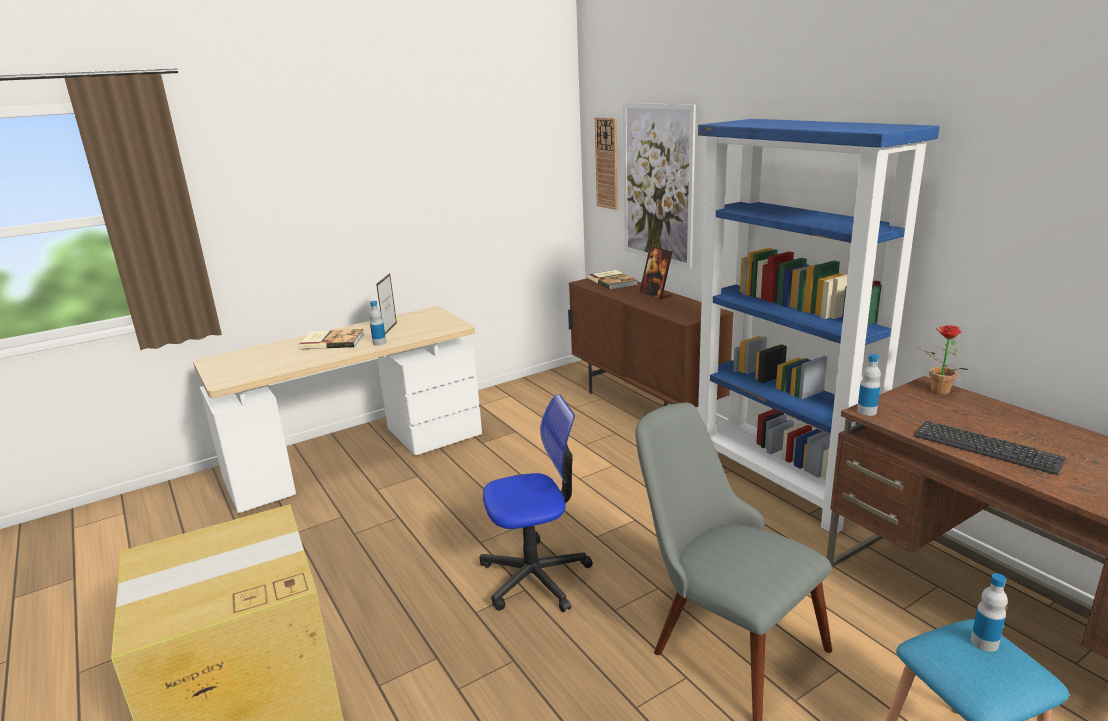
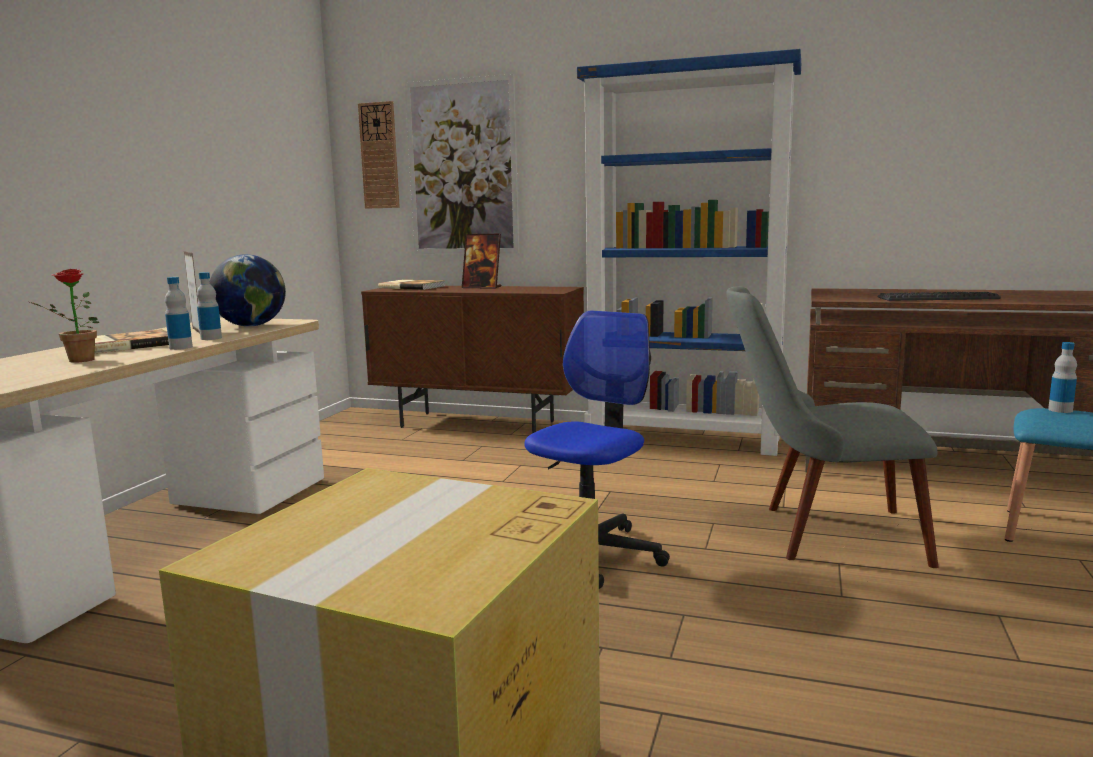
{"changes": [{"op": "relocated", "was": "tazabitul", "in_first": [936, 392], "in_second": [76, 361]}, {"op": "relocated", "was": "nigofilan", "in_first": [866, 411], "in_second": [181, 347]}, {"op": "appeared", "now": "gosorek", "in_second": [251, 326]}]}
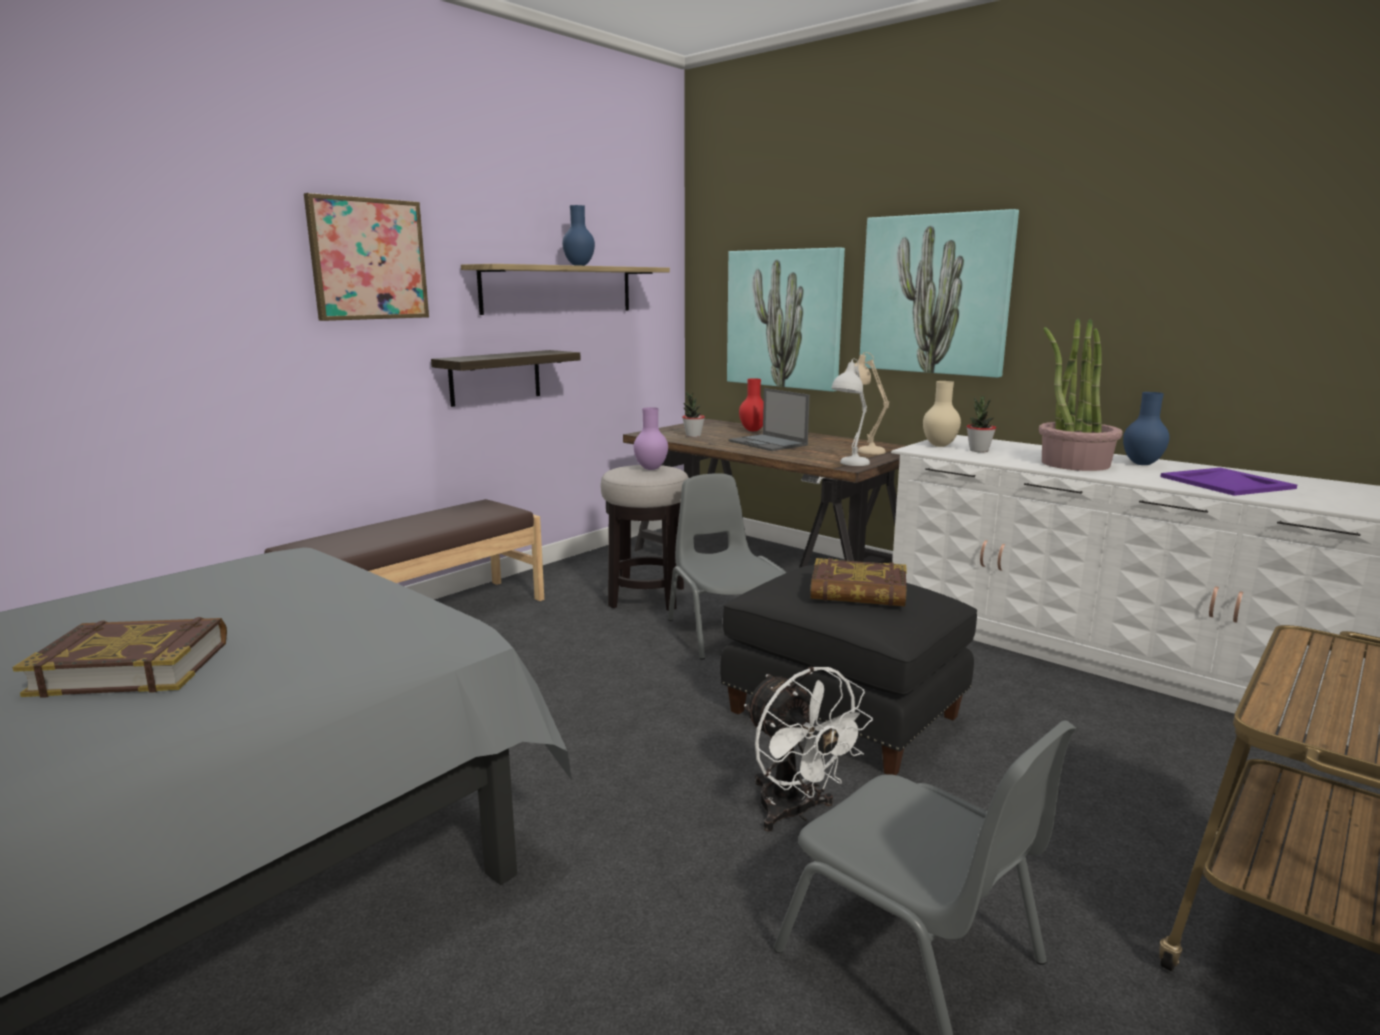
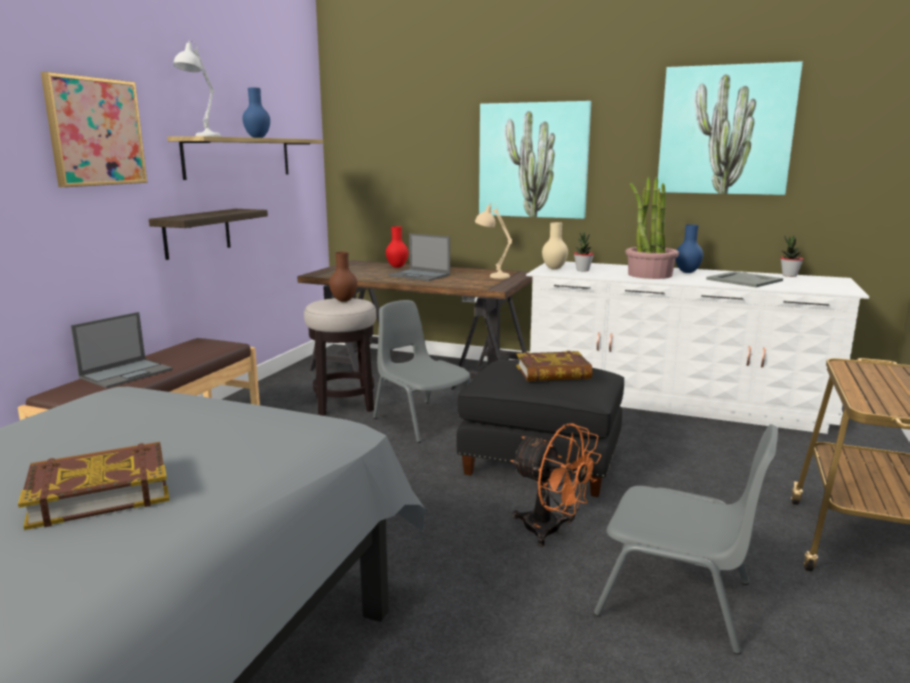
{"changes": [{"op": "relocated", "was": "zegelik", "in_first": [784, 319], "in_second": [725, 130]}, {"op": "relocated", "was": "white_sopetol", "in_first": [848, 465], "in_second": [201, 136]}, {"op": "relocated", "was": "tazabitul", "in_first": [693, 436], "in_second": [789, 275]}, {"op": "colour", "was": "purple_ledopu", "now": "brown_ledopu", "in_first": [652, 469], "in_second": [344, 300]}, {"op": "colour", "was": "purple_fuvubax", "now": "grey_fuvubax", "in_first": [1225, 482], "in_second": [743, 280]}, {"op": "colour", "was": "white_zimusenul", "now": "orange_zimusenul", "in_first": [795, 812], "in_second": [551, 531]}, {"op": "appeared", "now": "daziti", "in_second": [127, 373]}]}
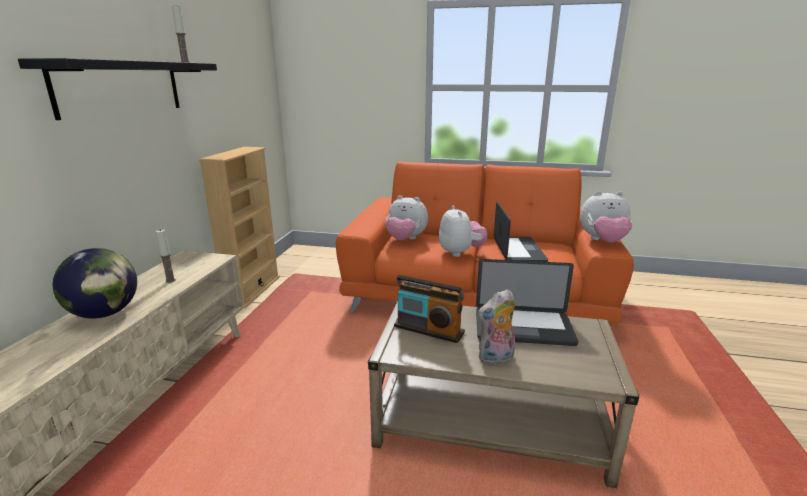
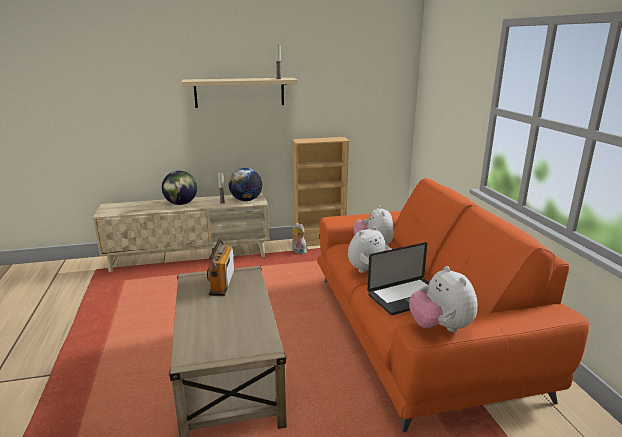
{"changes": [{"op": "colour", "was": "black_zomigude", "now": "beige_zomigude", "in_first": [121, 87], "in_second": [239, 92]}, {"op": "missing", "was": "daziti", "in_first": [523, 328]}, {"op": "relocated", "was": "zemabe", "in_first": [496, 358], "in_second": [298, 252]}, {"op": "appeared", "now": "gosorek", "in_second": [246, 200]}]}
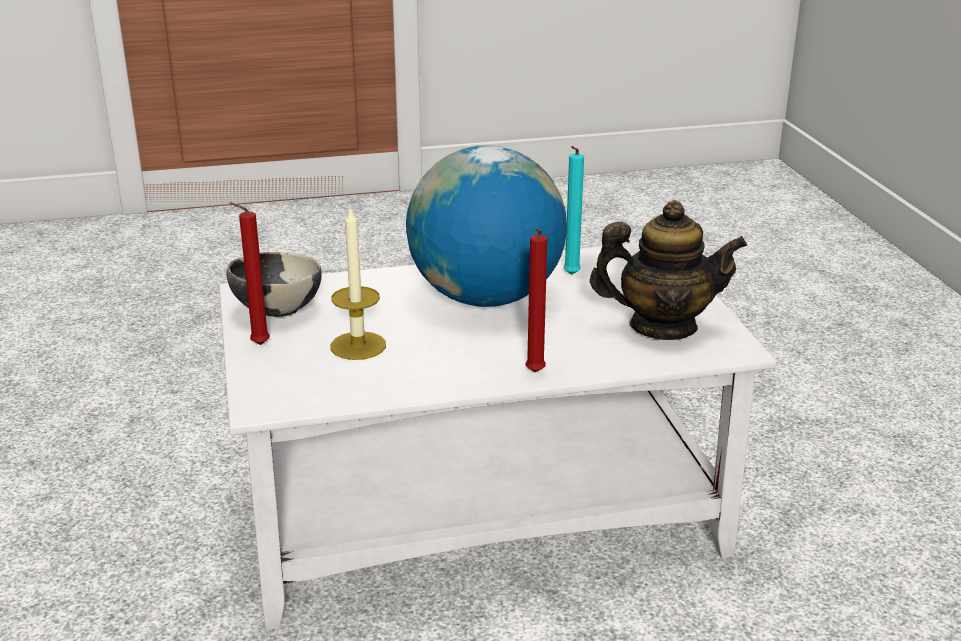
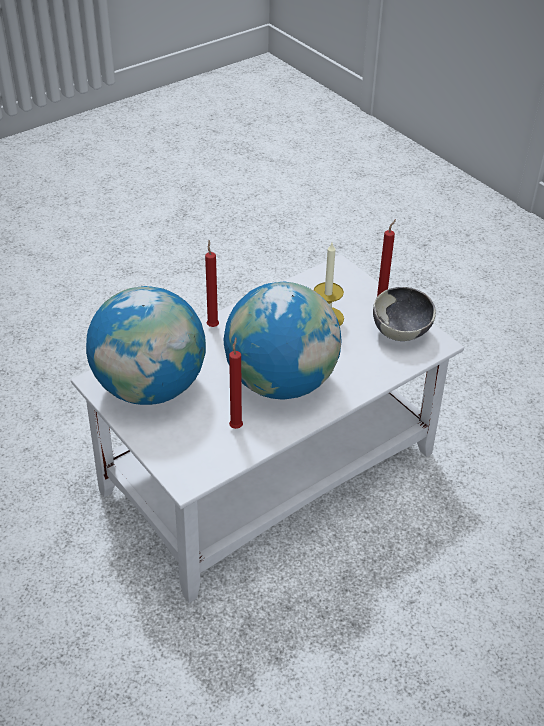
{"changes": [{"op": "colour", "was": "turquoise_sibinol", "now": "red_sibinol", "in_first": [570, 275], "in_second": [236, 426]}, {"op": "exchanged", "was": "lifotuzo", "now": "gosorek", "in_first": [662, 326], "in_second": [150, 388]}]}
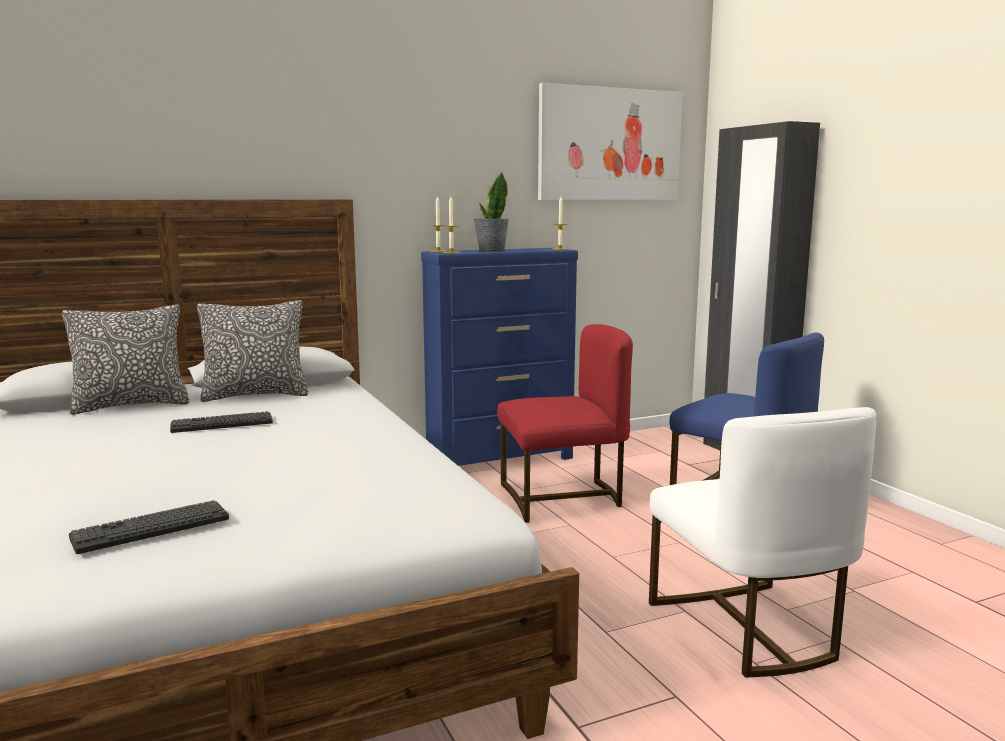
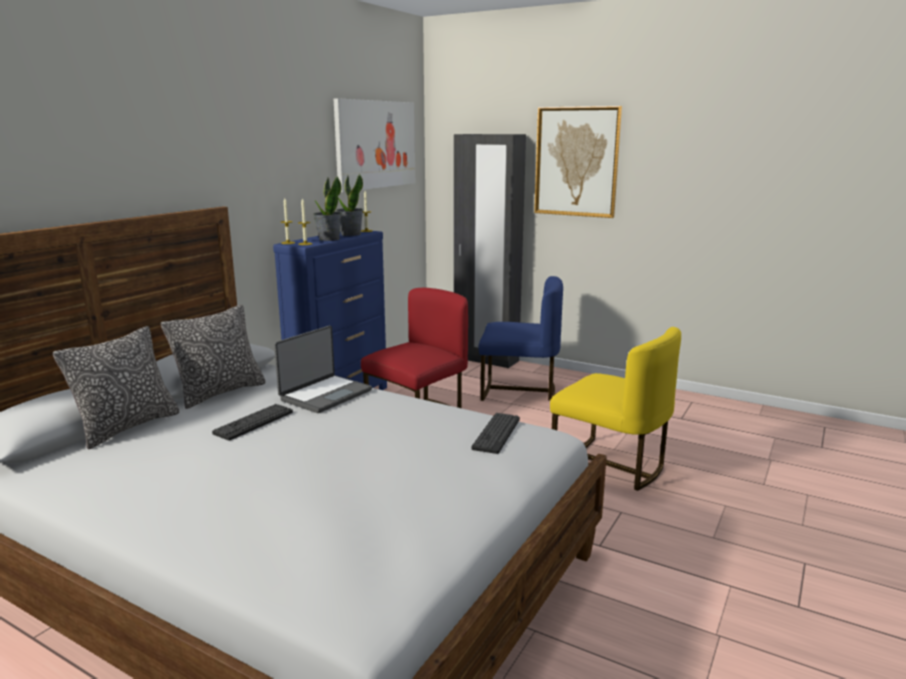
{"changes": [{"op": "colour", "was": "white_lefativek", "now": "yellow_lefativek", "in_first": [747, 629], "in_second": [610, 465]}, {"op": "relocated", "was": "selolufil", "in_first": [151, 528], "in_second": [496, 433]}, {"op": "appeared", "now": "zegelik", "in_second": [576, 162]}, {"op": "appeared", "now": "tazabitul", "in_second": [350, 234]}, {"op": "appeared", "now": "daziti", "in_second": [325, 395]}]}
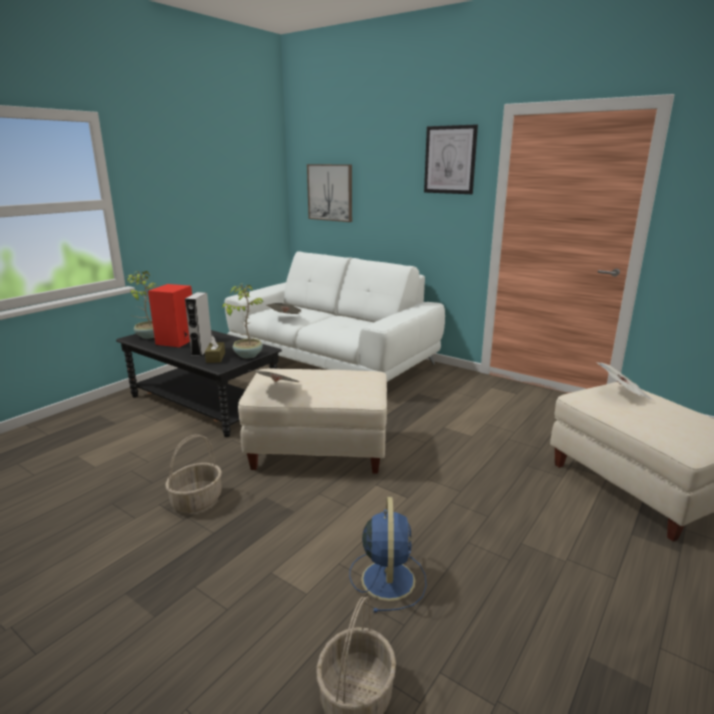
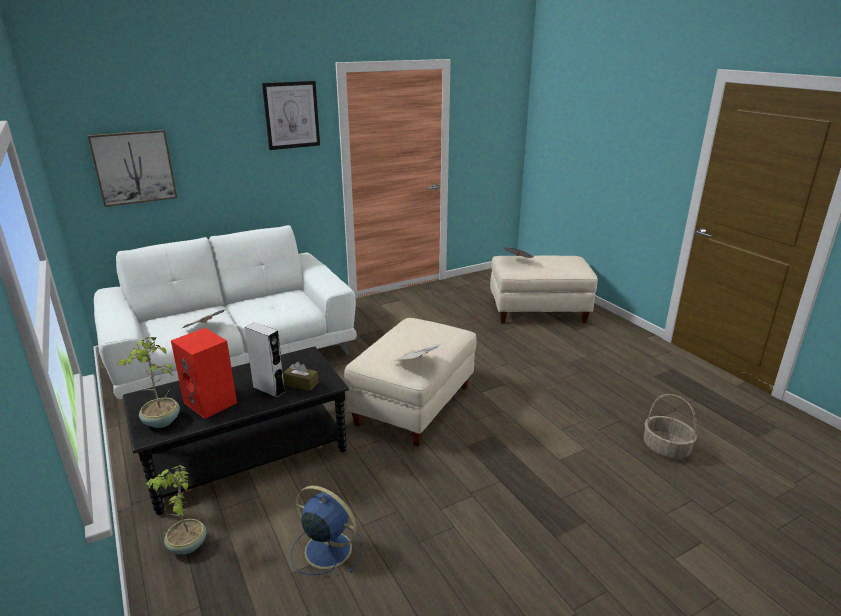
{"changes": [{"op": "relocated", "was": "tazabitul", "in_first": [247, 355], "in_second": [186, 546]}, {"op": "missing", "was": "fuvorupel", "in_first": [197, 500]}, {"op": "relocated", "was": "blue_zimusenul", "in_first": [388, 578], "in_second": [326, 549]}]}
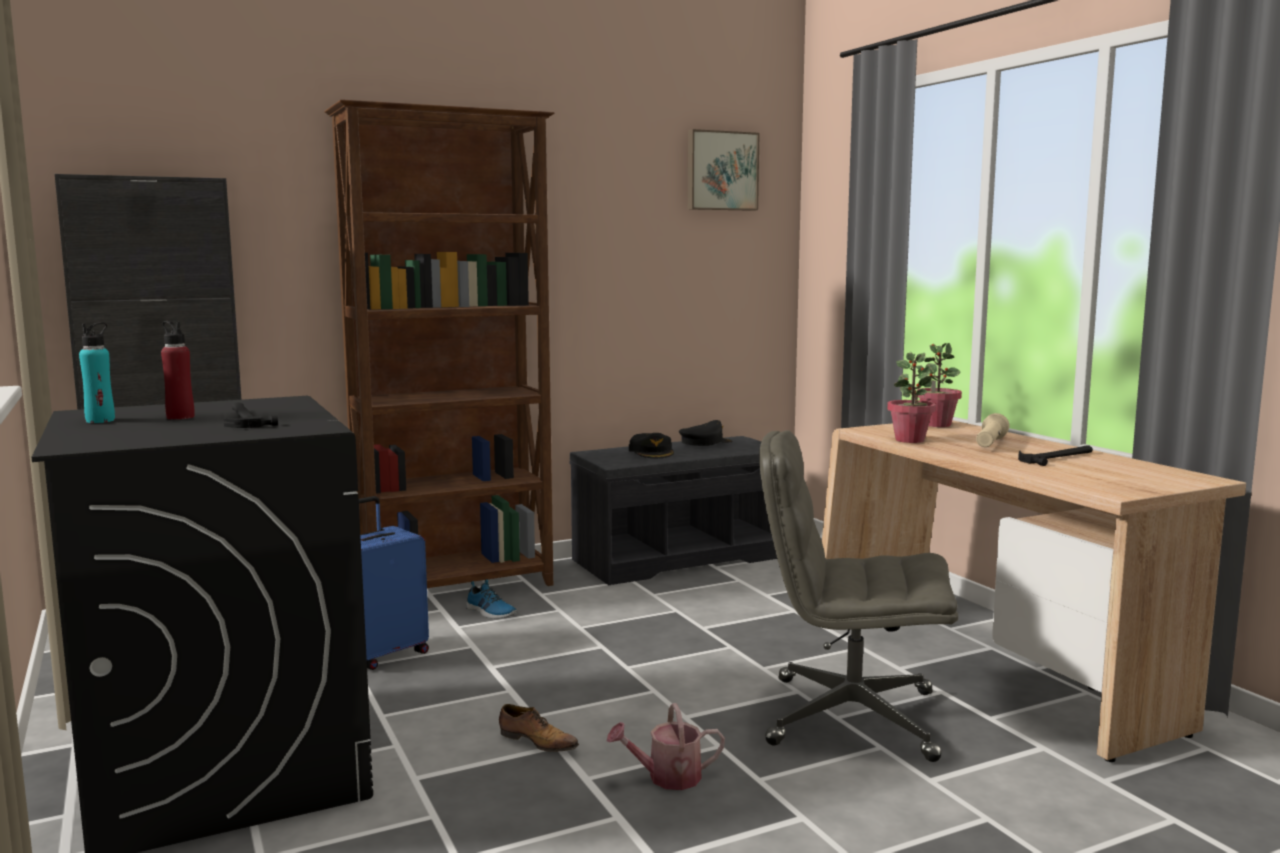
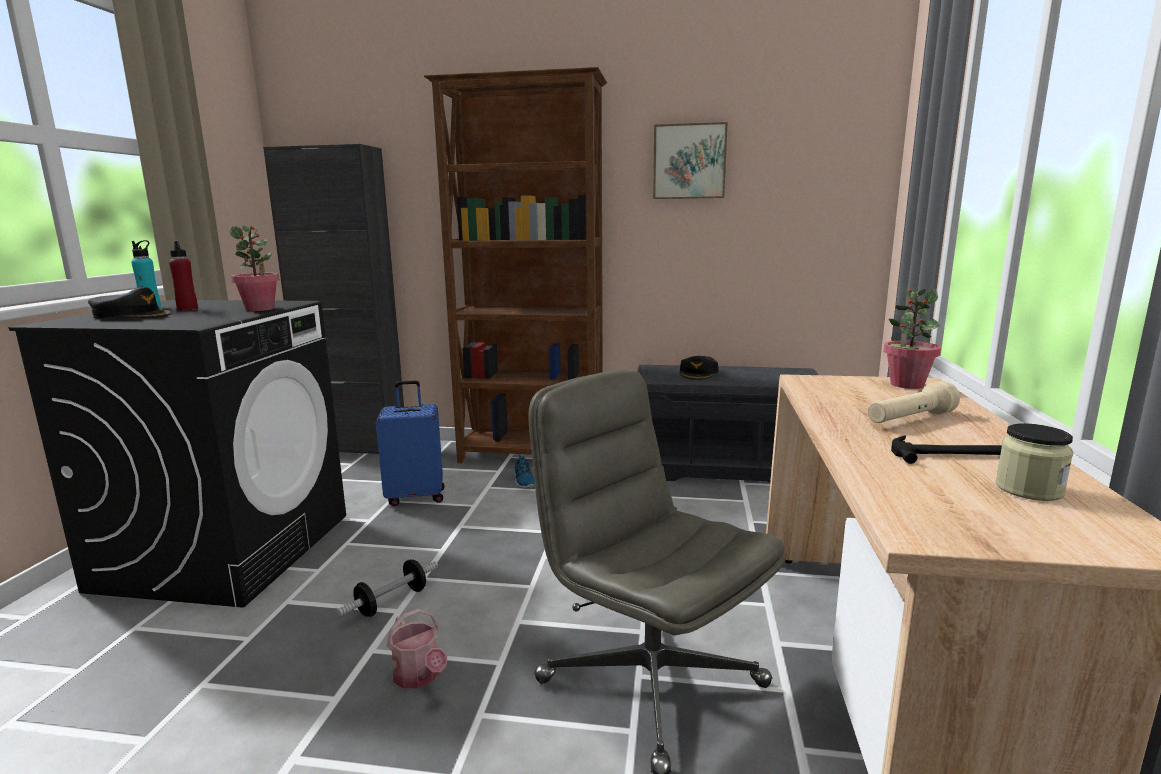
{"changes": [{"op": "relocated", "was": "zegelik", "in_first": [721, 171], "in_second": [689, 162]}, {"op": "relocated", "was": "tazabitul", "in_first": [910, 440], "in_second": [260, 309]}, {"op": "missing", "was": "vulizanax", "in_first": [244, 419]}, {"op": "relocated", "was": "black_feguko", "in_first": [705, 442], "in_second": [132, 315]}, {"op": "spun", "was": "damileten", "in_first": [667, 777], "in_second": [419, 676], "clockwise": -150}, {"op": "exchanged", "was": "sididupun", "now": "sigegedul", "in_first": [537, 742], "in_second": [392, 602]}, {"op": "appeared", "now": "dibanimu", "in_second": [1029, 489]}]}
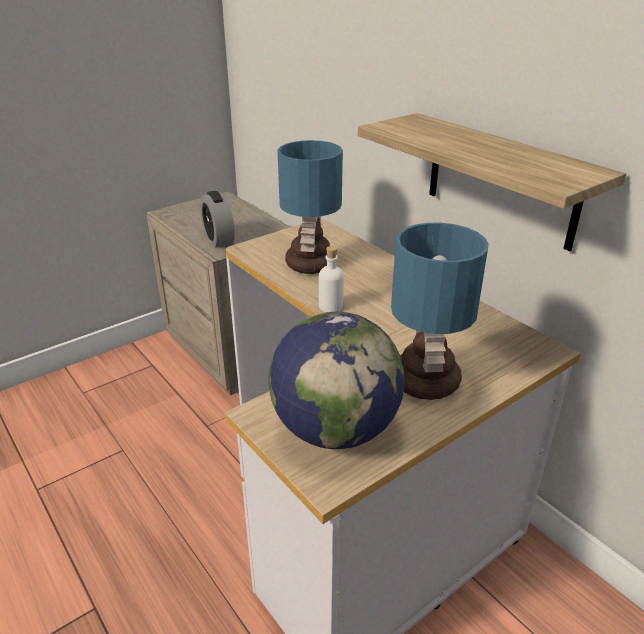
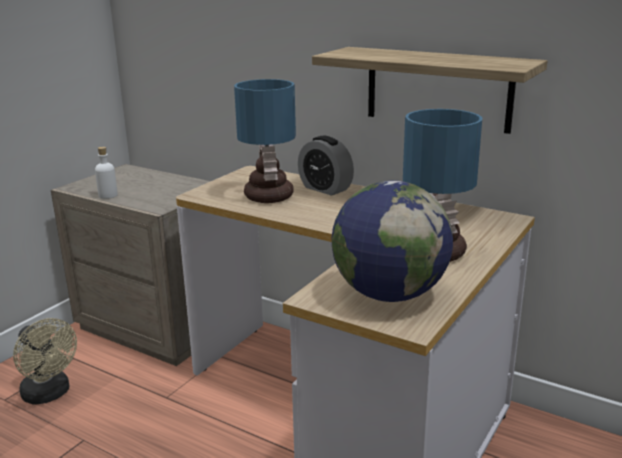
{"changes": [{"op": "relocated", "was": "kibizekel", "in_first": [218, 239], "in_second": [325, 189]}, {"op": "relocated", "was": "white_nigofilan", "in_first": [330, 306], "in_second": [108, 195]}, {"op": "appeared", "now": "beige_zimusenul", "in_second": [49, 394]}]}
